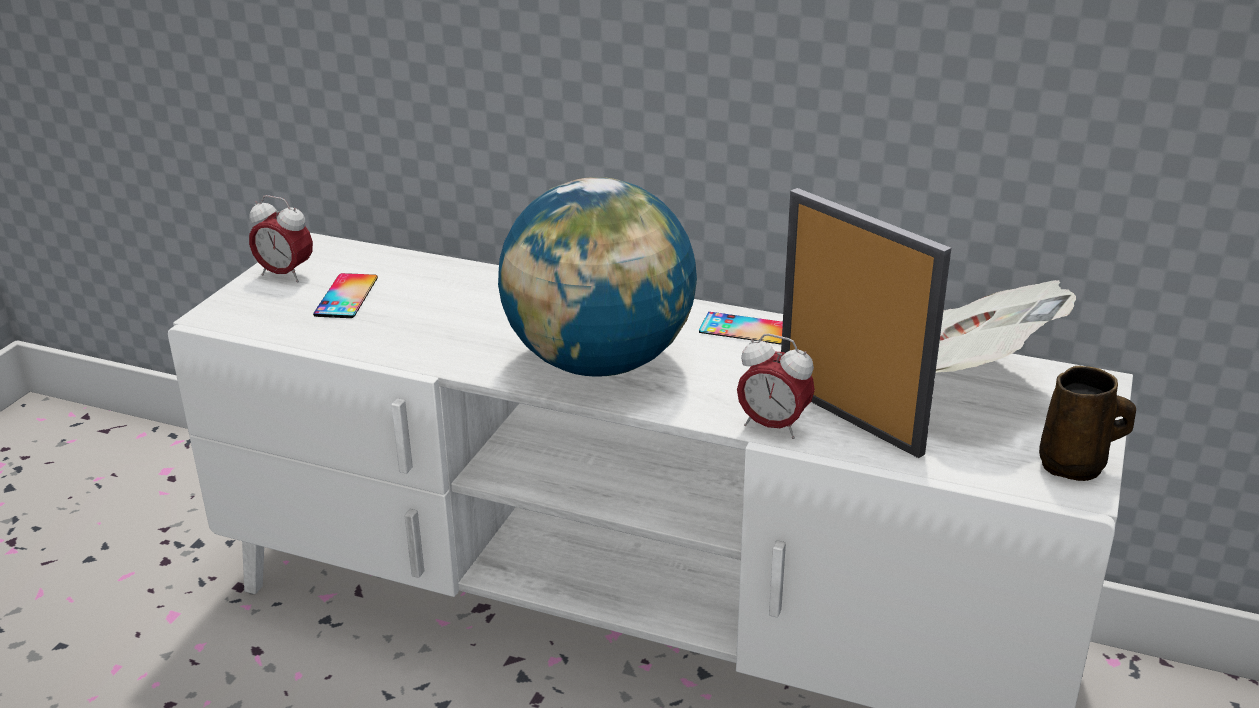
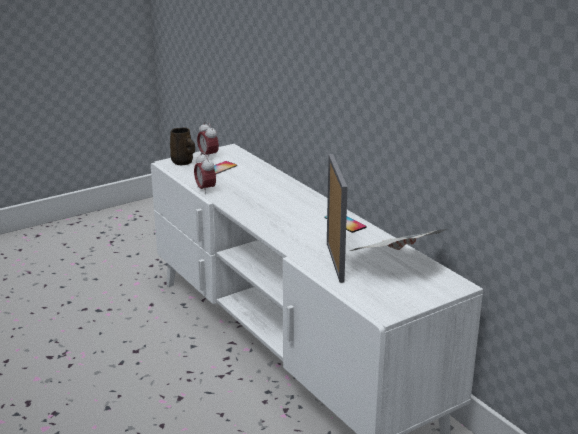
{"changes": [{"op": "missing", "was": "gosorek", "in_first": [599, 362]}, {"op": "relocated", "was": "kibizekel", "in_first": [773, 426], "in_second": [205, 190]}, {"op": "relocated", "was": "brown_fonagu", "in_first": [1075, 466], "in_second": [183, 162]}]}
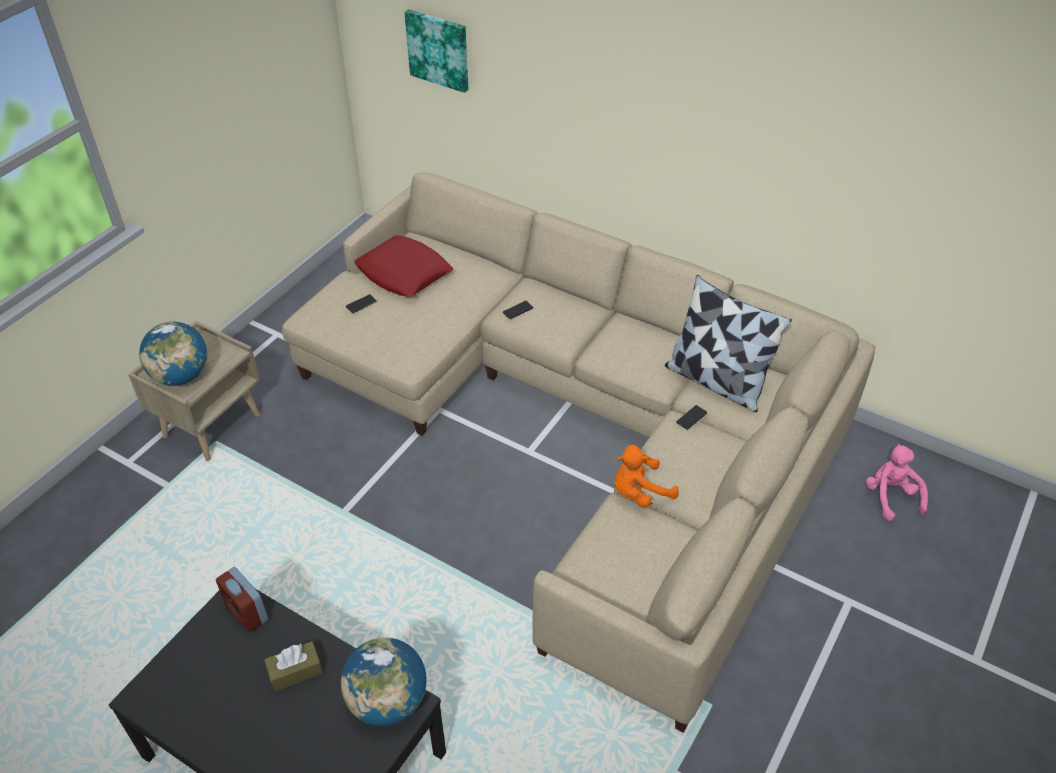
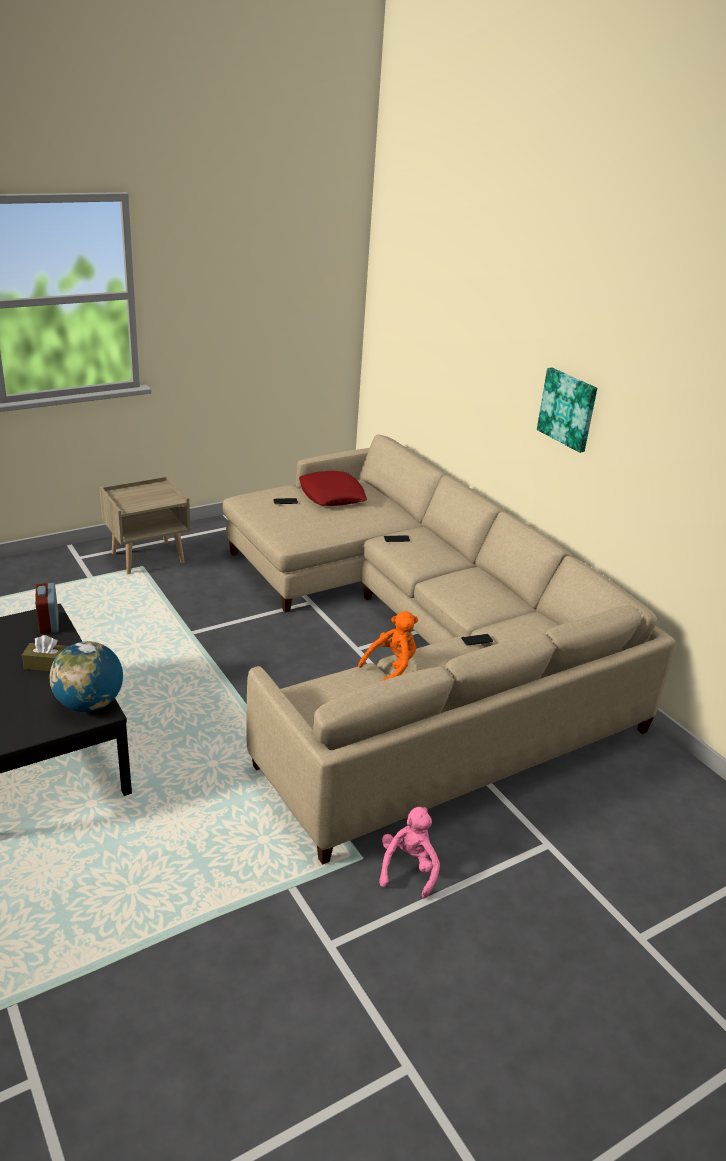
{"changes": [{"op": "relocated", "was": "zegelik", "in_first": [439, 49], "in_second": [568, 409]}, {"op": "missing", "was": "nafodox", "in_first": [716, 381]}, {"op": "missing", "was": "gosorek", "in_first": [181, 376]}, {"op": "relocated", "was": "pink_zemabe", "in_first": [891, 497], "in_second": [408, 869]}, {"op": "spun", "was": "orange_zemabe", "in_first": [639, 492], "in_second": [391, 667], "clockwise": 135}]}
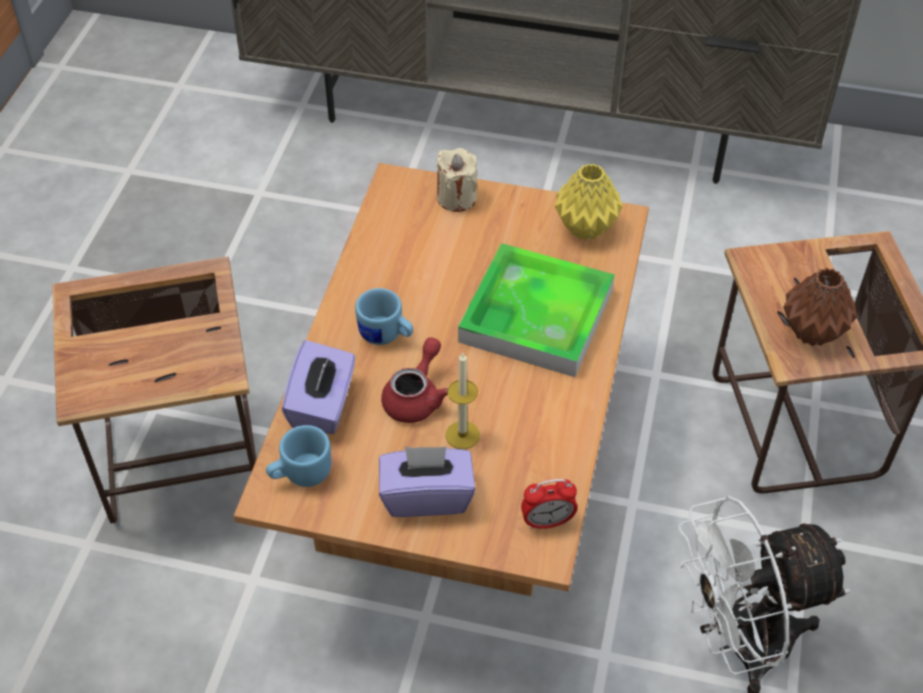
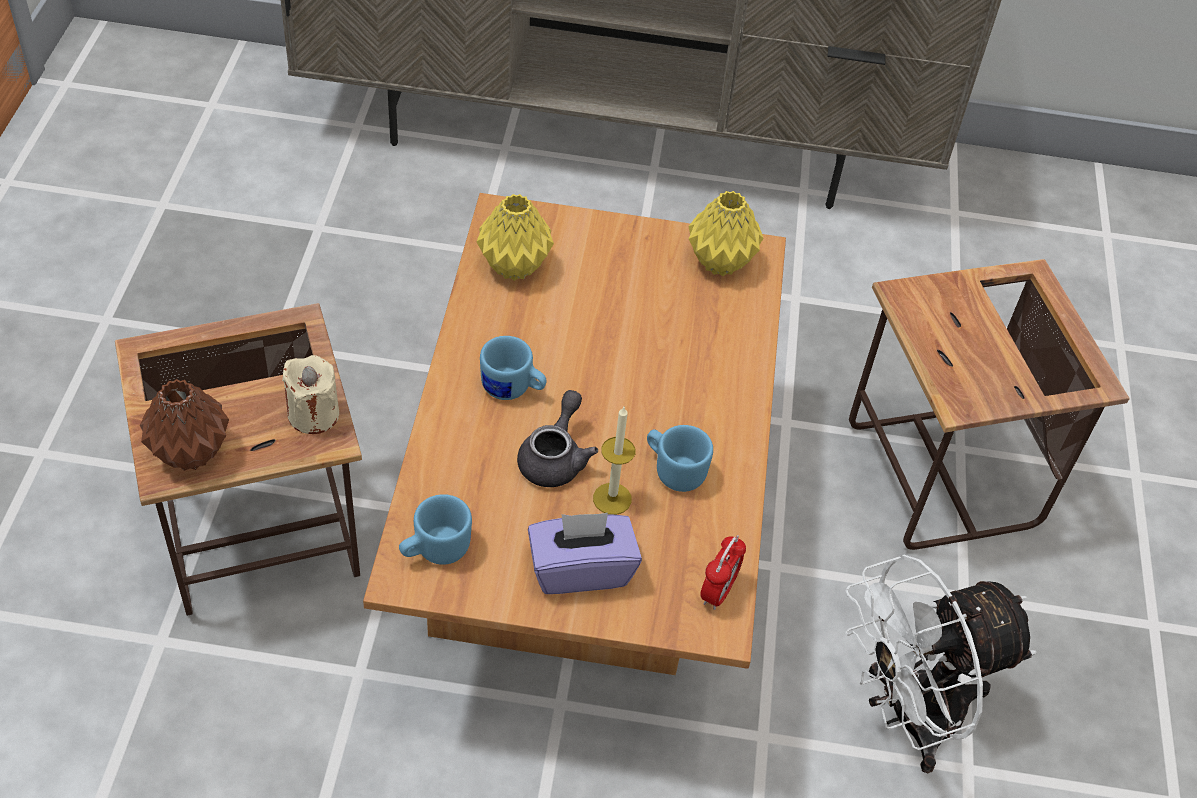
{"changes": [{"op": "relocated", "was": "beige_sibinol", "in_first": [456, 198], "in_second": [313, 414]}, {"op": "missing", "was": "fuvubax", "in_first": [536, 316]}, {"op": "relocated", "was": "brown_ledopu", "in_first": [811, 331], "in_second": [190, 452]}, {"op": "colour", "was": "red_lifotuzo", "now": "grey_lifotuzo", "in_first": [416, 397], "in_second": [555, 457]}, {"op": "missing", "was": "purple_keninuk", "in_first": [323, 405]}, {"op": "spun", "was": "kibizekel", "in_first": [547, 522], "in_second": [718, 592], "clockwise": -45}, {"op": "appeared", "now": "yellow_ledopu", "in_second": [514, 266]}, {"op": "appeared", "now": "blue_fonagu", "in_second": [674, 470]}]}
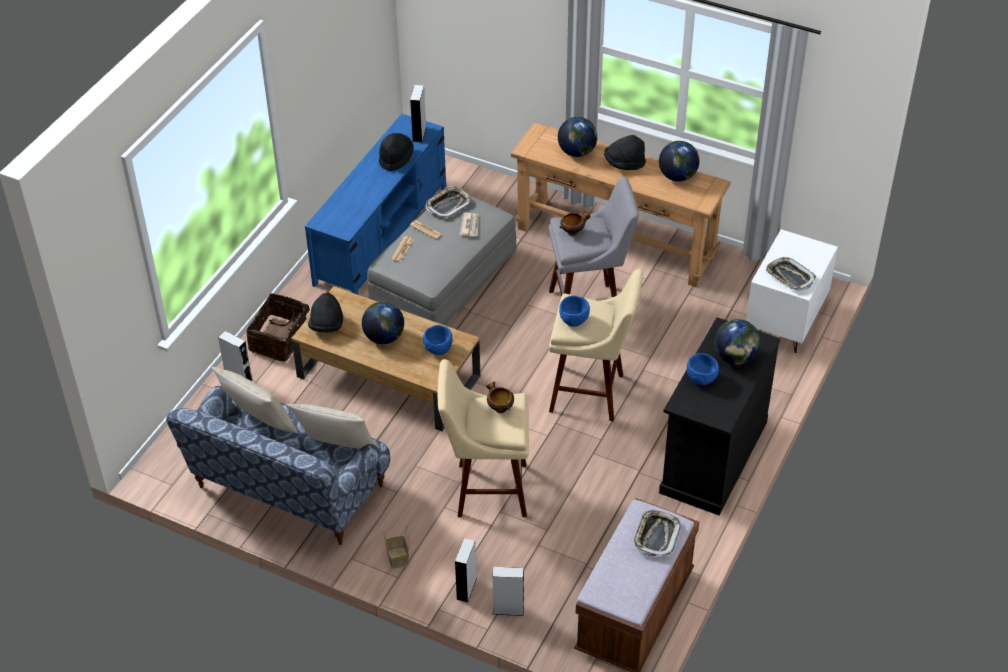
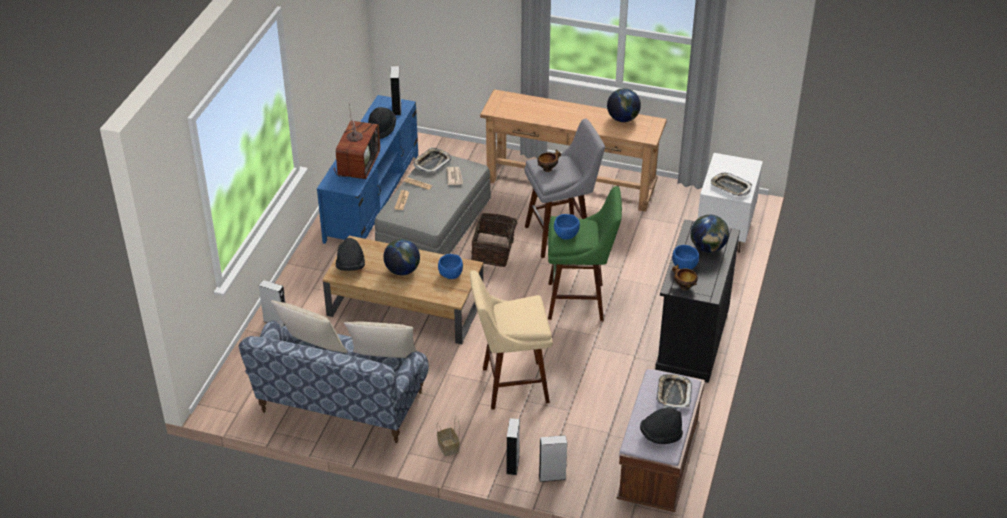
{"changes": [{"op": "missing", "was": "gosorek", "in_first": [577, 152]}, {"op": "relocated", "was": "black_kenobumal", "in_first": [624, 163], "in_second": [660, 435]}, {"op": "colour", "was": "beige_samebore", "now": "green_samebore", "in_first": [592, 394], "in_second": [580, 301]}, {"op": "relocated", "was": "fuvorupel", "in_first": [280, 340], "in_second": [494, 251]}, {"op": "relocated", "was": "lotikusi", "in_first": [499, 408], "in_second": [684, 286]}, {"op": "appeared", "now": "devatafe", "in_second": [358, 164]}]}
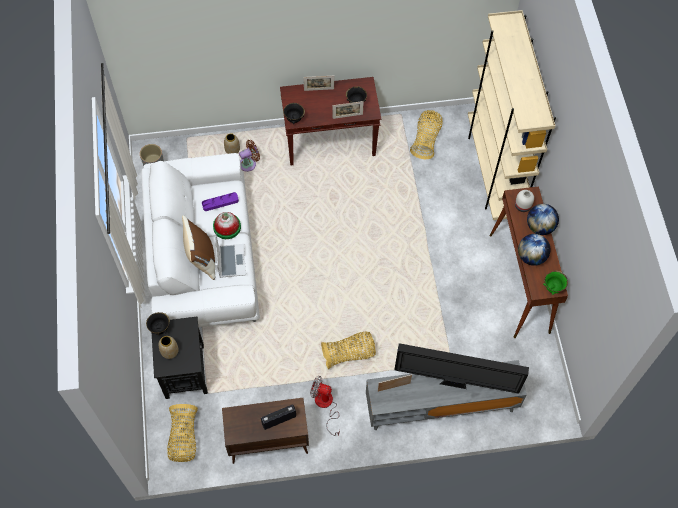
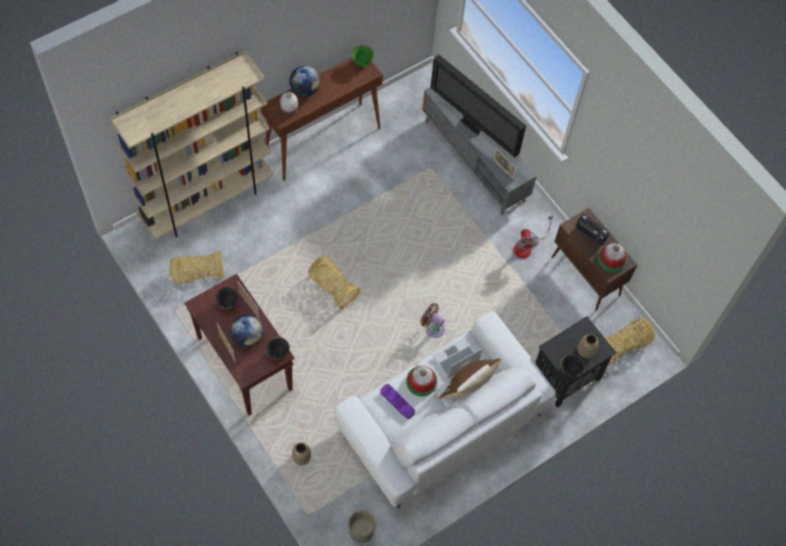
{"changes": [{"op": "relocated", "was": "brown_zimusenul", "in_first": [249, 163], "in_second": [433, 327]}, {"op": "relocated", "was": "gosorek", "in_first": [531, 257], "in_second": [247, 338]}, {"op": "relocated", "was": "fuvorupel", "in_first": [349, 354], "in_second": [332, 287]}, {"op": "spun", "was": "devatafe", "in_first": [455, 383], "in_second": [472, 127], "clockwise": 150}, {"op": "appeared", "now": "kenobumal", "in_second": [611, 259]}]}
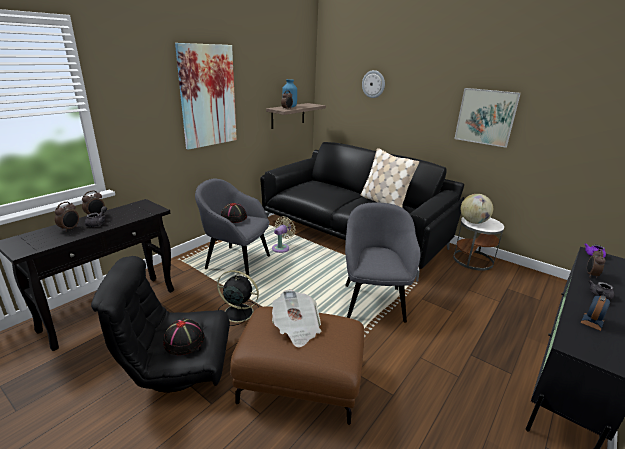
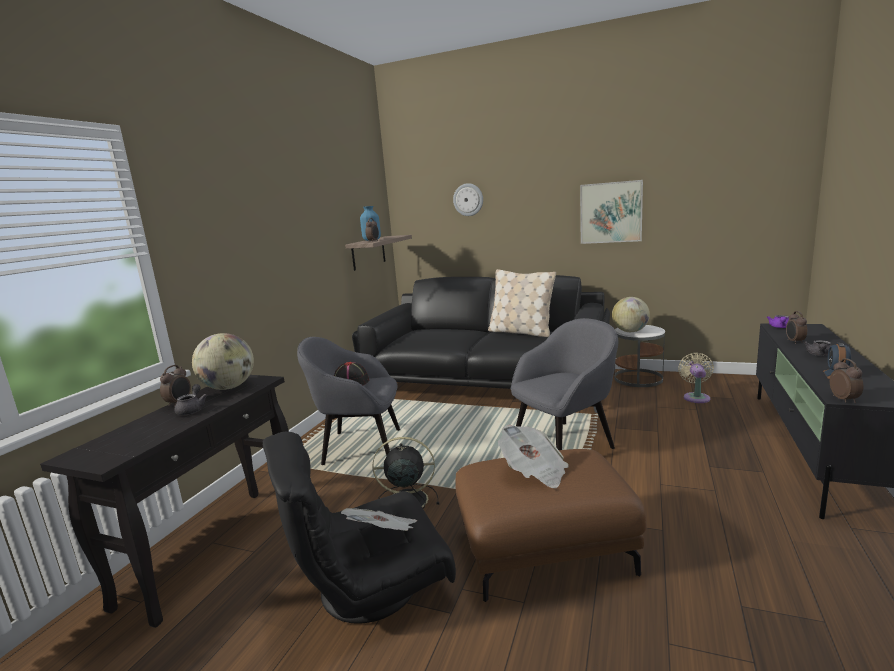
{"changes": [{"op": "missing", "was": "zegelik", "in_first": [208, 96]}, {"op": "relocated", "was": "kibizekel", "in_first": [70, 229], "in_second": [844, 399]}, {"op": "spun", "was": "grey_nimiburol", "in_first": [373, 301], "in_second": [564, 444], "clockwise": 75}, {"op": "relocated", "was": "beige_zimusenul", "in_first": [281, 247], "in_second": [696, 397]}, {"op": "exchanged", "was": "black_kenobumal", "now": "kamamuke", "in_first": [184, 340], "in_second": [383, 535]}, {"op": "appeared", "now": "gosorek", "in_second": [229, 387]}]}
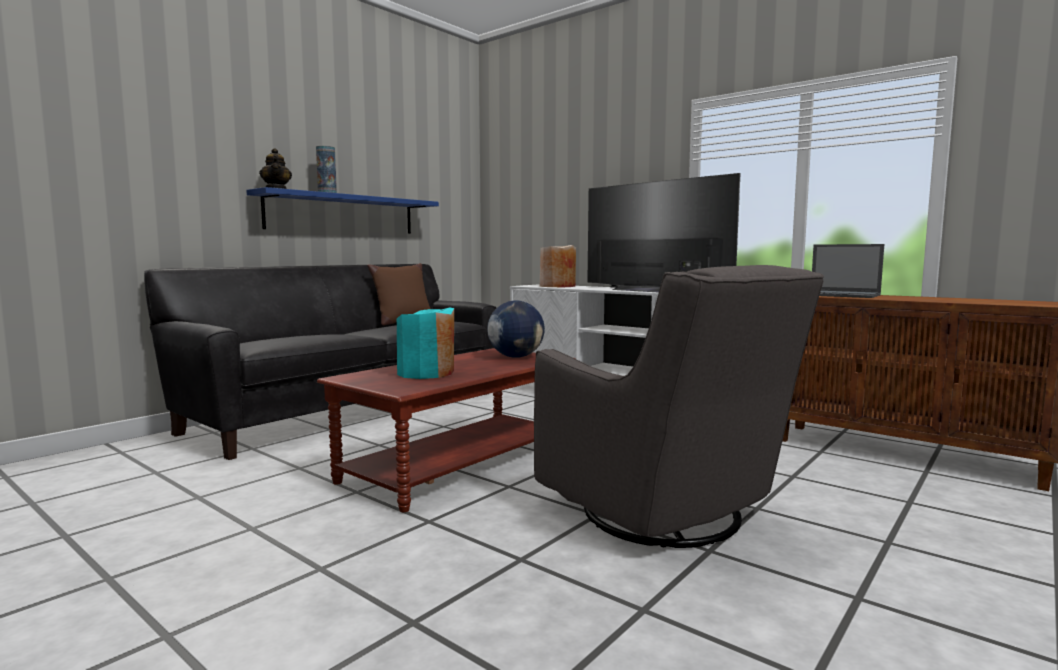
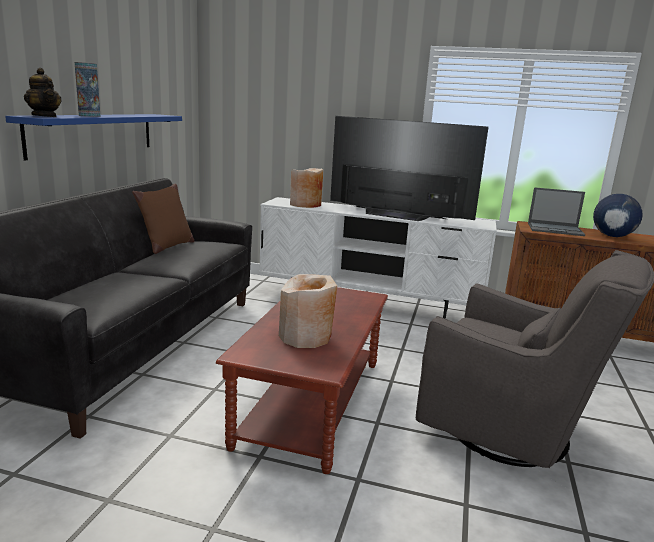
{"changes": [{"op": "relocated", "was": "gosorek", "in_first": [516, 357], "in_second": [612, 236]}, {"op": "colour", "was": "turquoise_ledopu", "now": "beige_ledopu", "in_first": [426, 373], "in_second": [306, 336]}]}
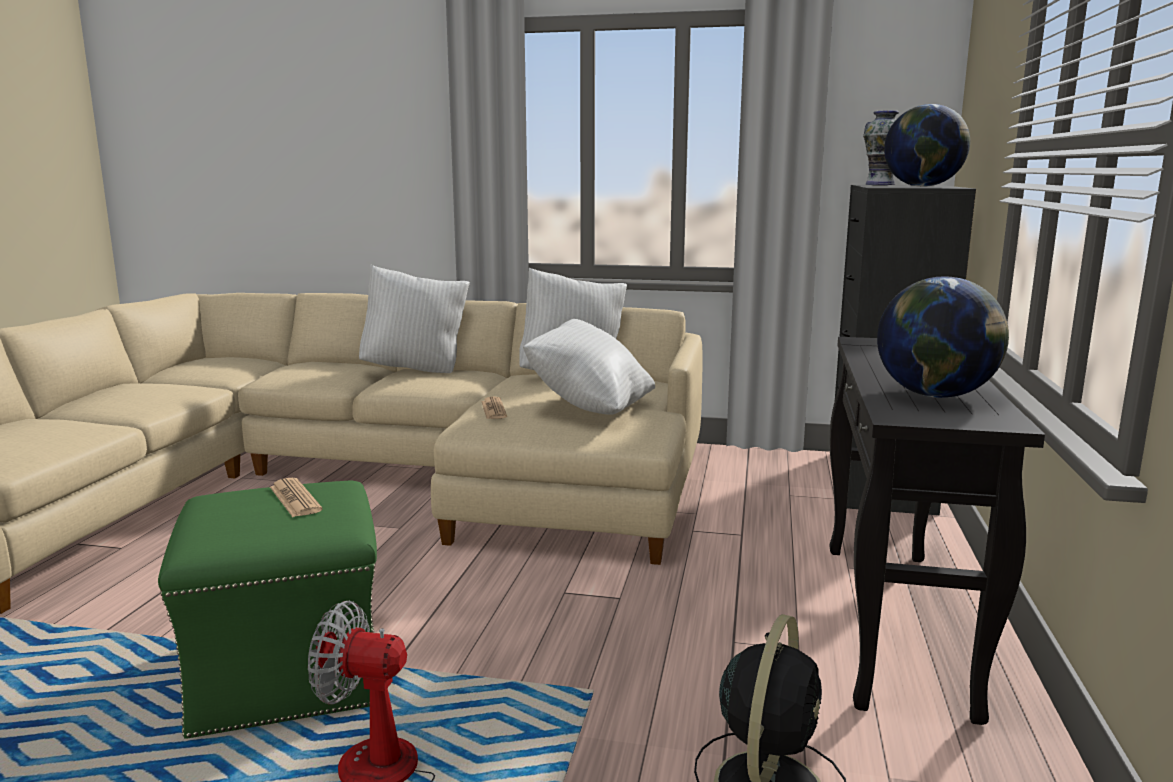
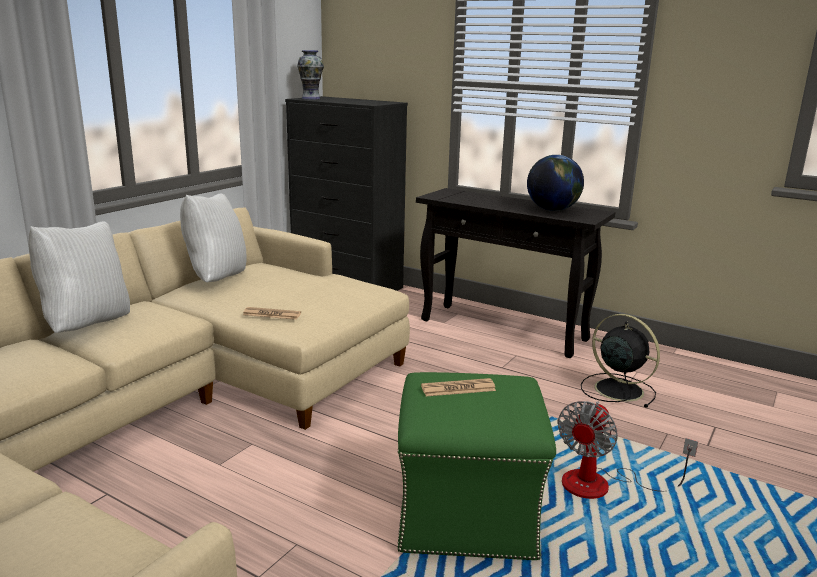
{"changes": [{"op": "missing", "was": "gosorek", "in_first": [923, 186]}, {"op": "missing", "was": "white_nafodox", "in_first": [590, 407]}]}
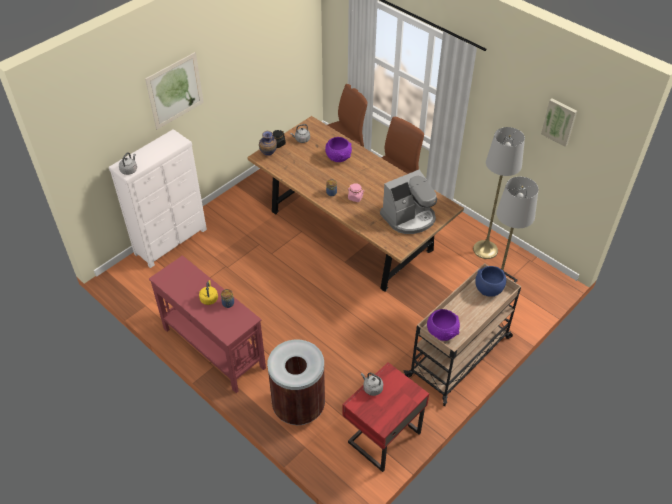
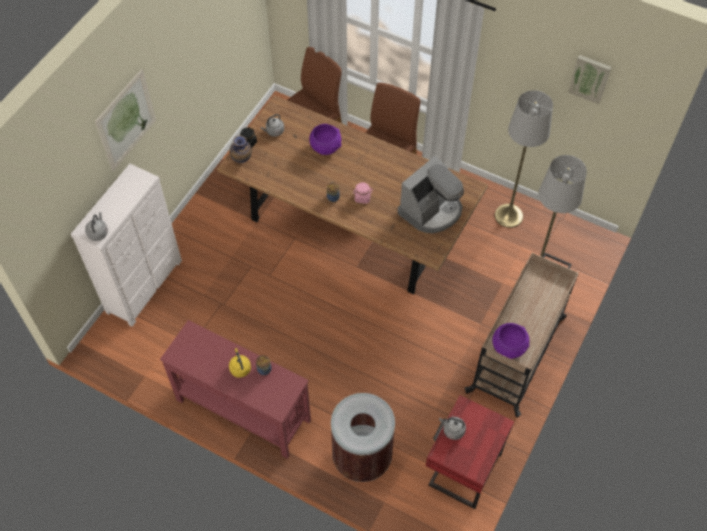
{"changes": [{"op": "missing", "was": "blue_lotikusi", "in_first": [488, 288]}]}
